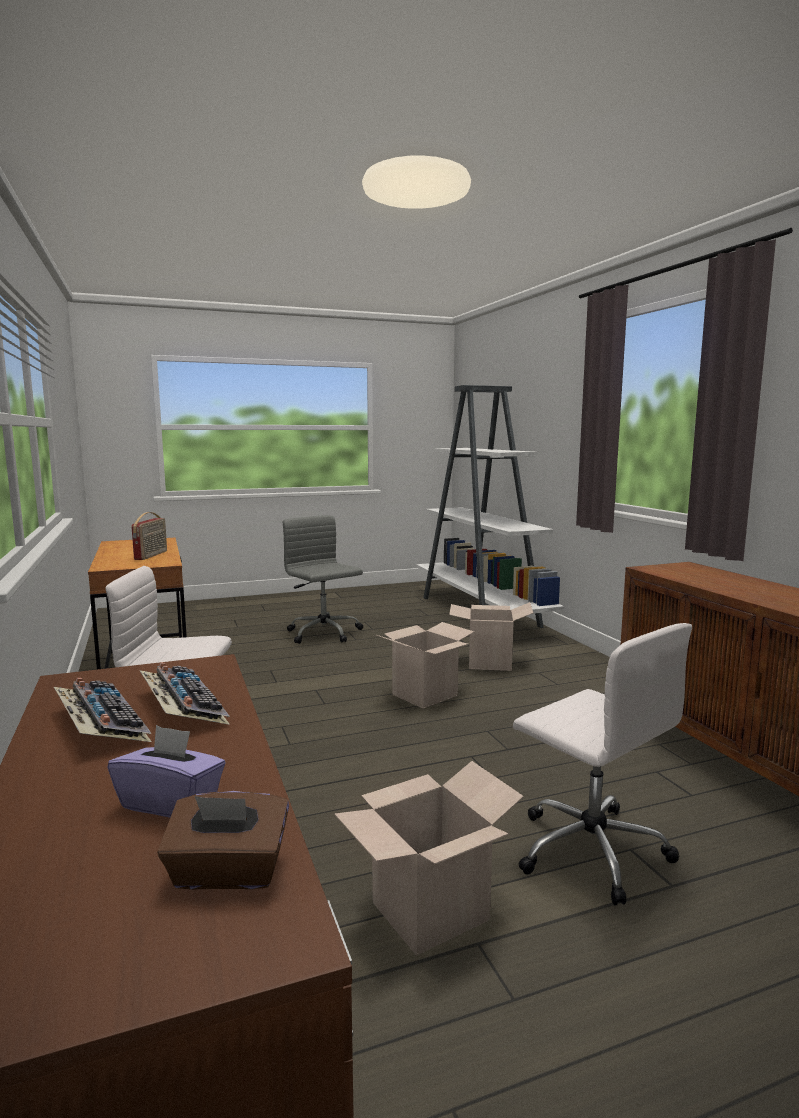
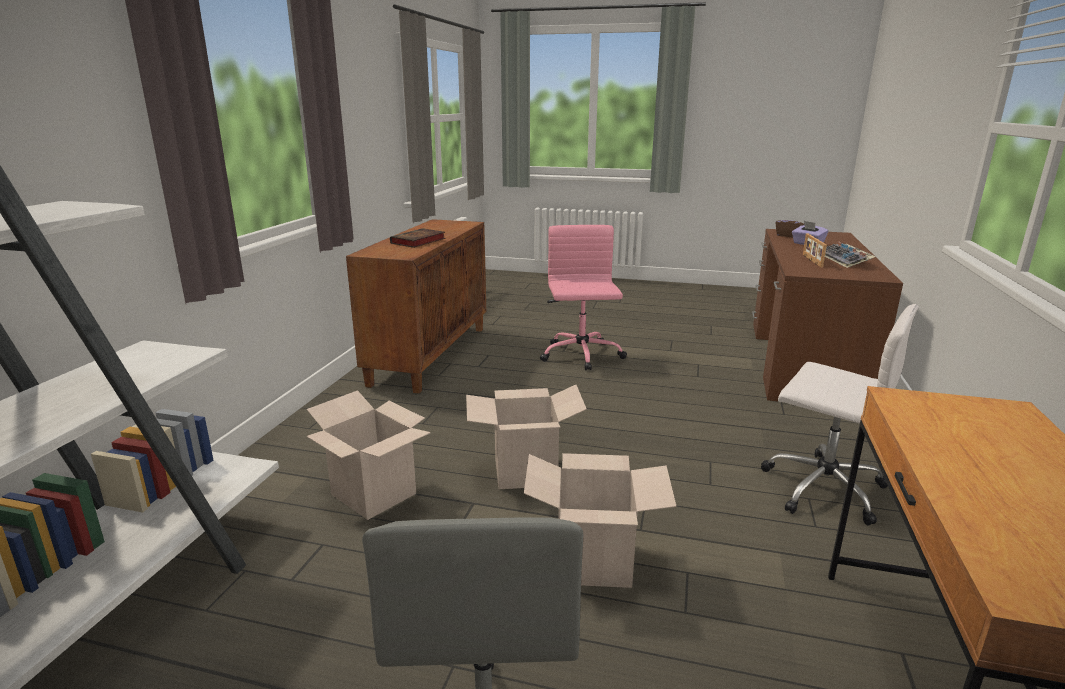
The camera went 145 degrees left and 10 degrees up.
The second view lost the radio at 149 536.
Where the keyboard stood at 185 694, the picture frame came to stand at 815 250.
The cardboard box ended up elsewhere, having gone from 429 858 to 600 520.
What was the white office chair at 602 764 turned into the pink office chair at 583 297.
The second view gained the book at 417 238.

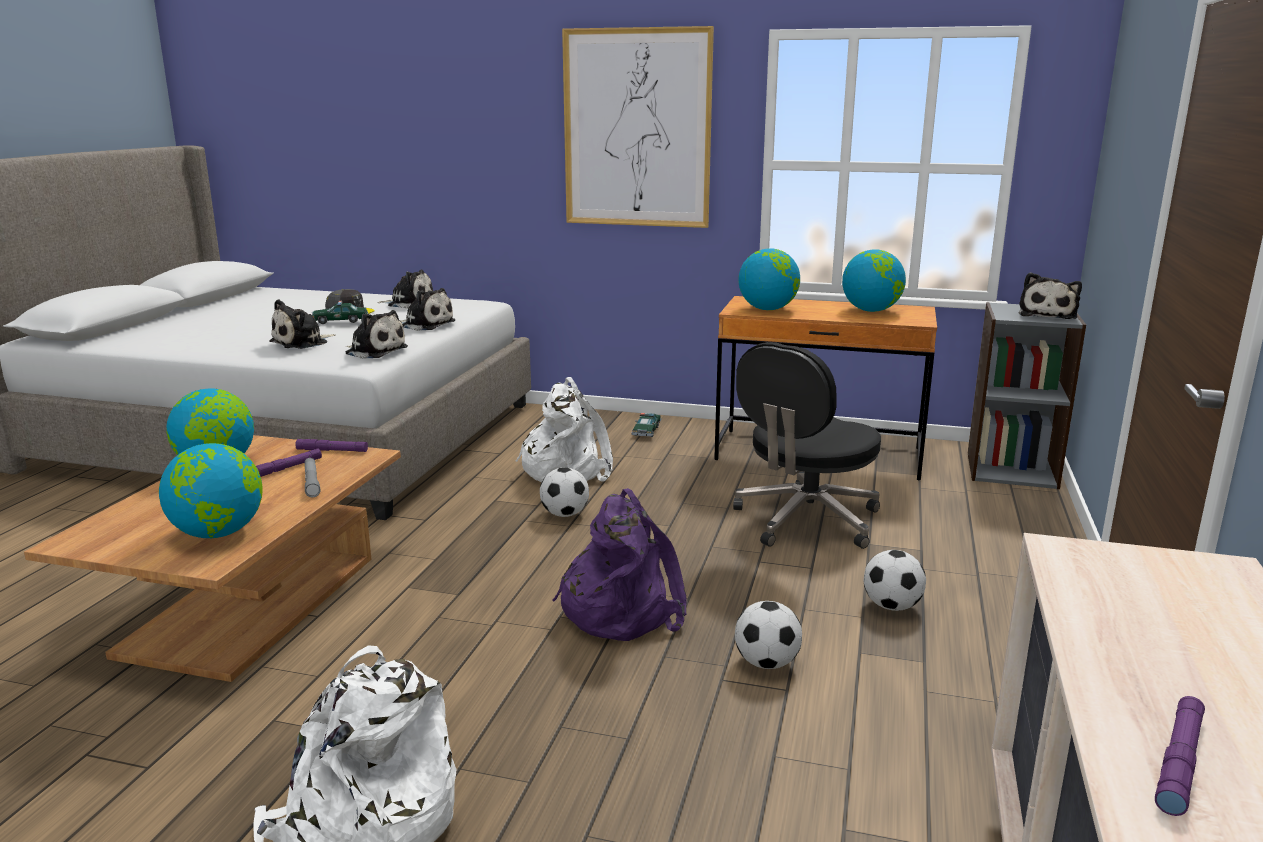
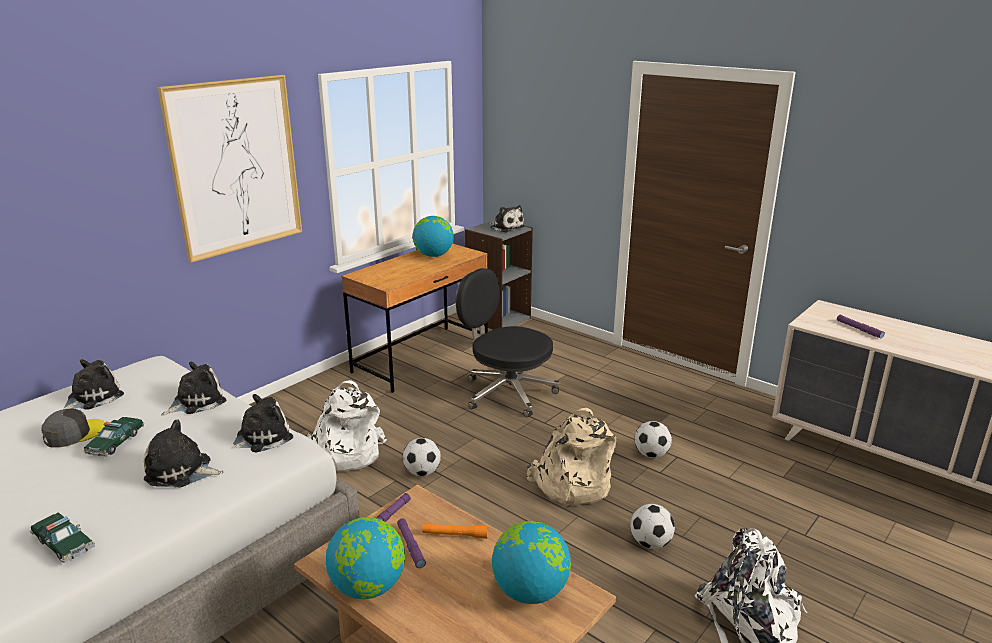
The camera went 65 degrees left and 5 degrees up.
The plush toy at 302 324 ended up facing another way, 120 degrees clockwise from before.
What was the grey flashlight at 312 477 turned into the orange flashlight at 455 531.
What was the purple backpack at 620 564 turned into the beige backpack at 571 456.
The toy car ended up elsewhere, having gone from 646 425 to 62 537.
The black office chair at 807 445 ended up facing another way, 150 degrees clockwise from before.
The second view lost the globe at 769 279.
The football ended up elsewhere, having gone from 895 580 to 652 526.
The purple flashlight ended up elsewhere, having gone from 1180 756 to 861 327.

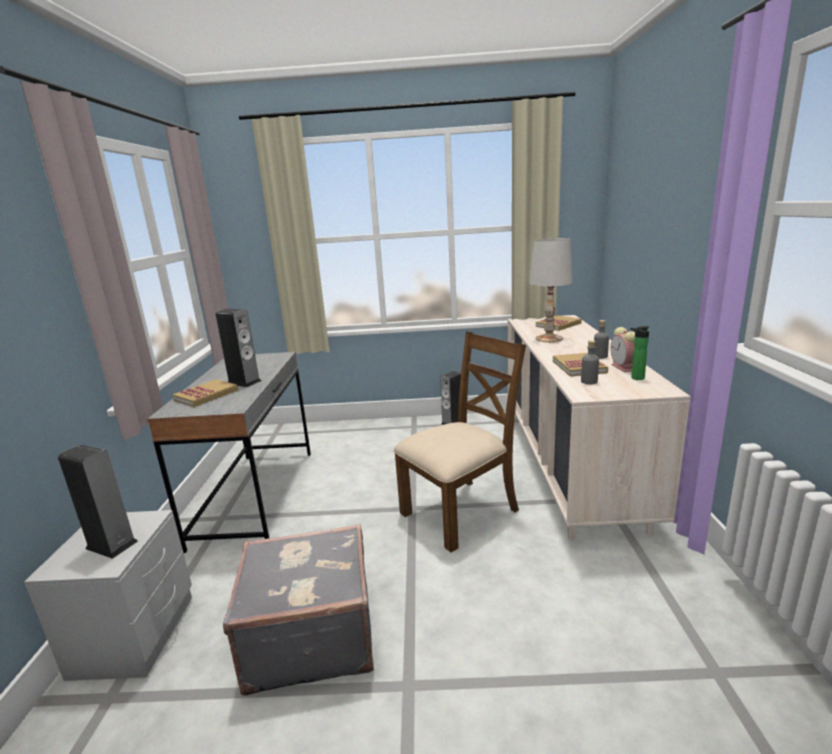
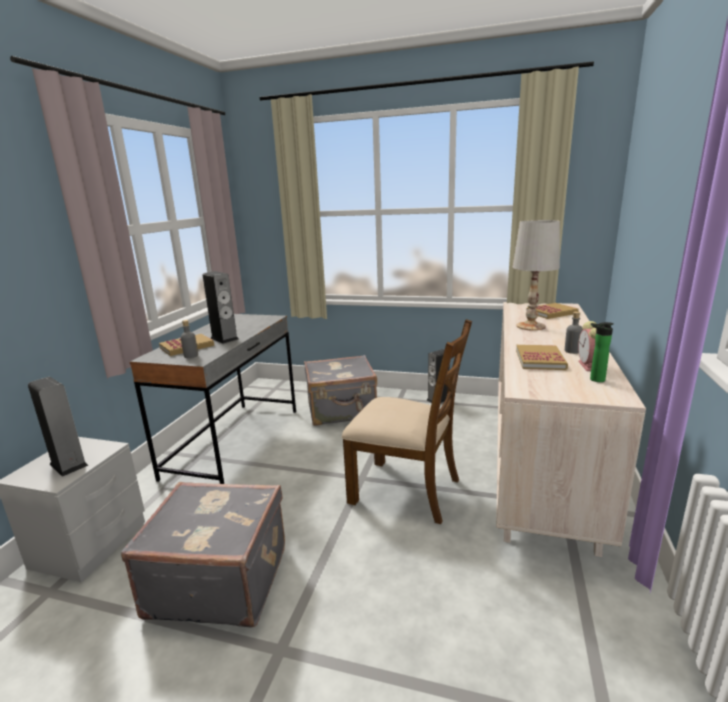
The camera went 15 degrees right and 0 degrees up.
The brown chair at 460 441 ended up facing another way, 45 degrees clockwise from before.
The grey bottle ended up elsewhere, having gone from 590 362 to 189 339.
The second view gained the grey suitcase at 340 390.

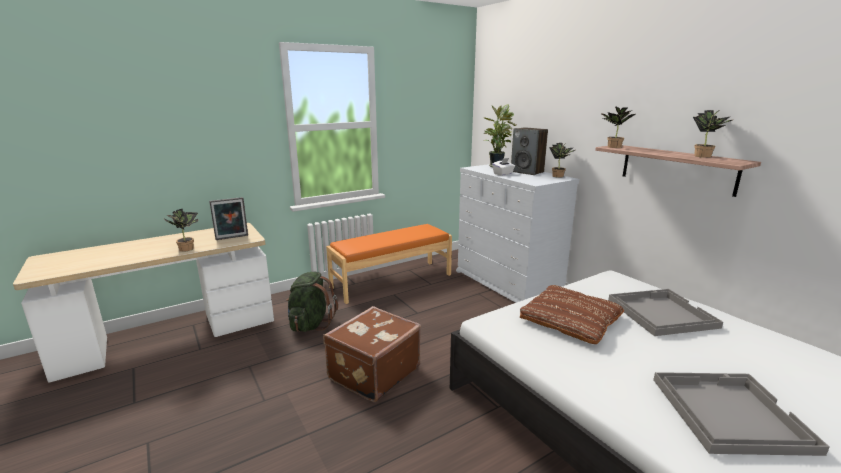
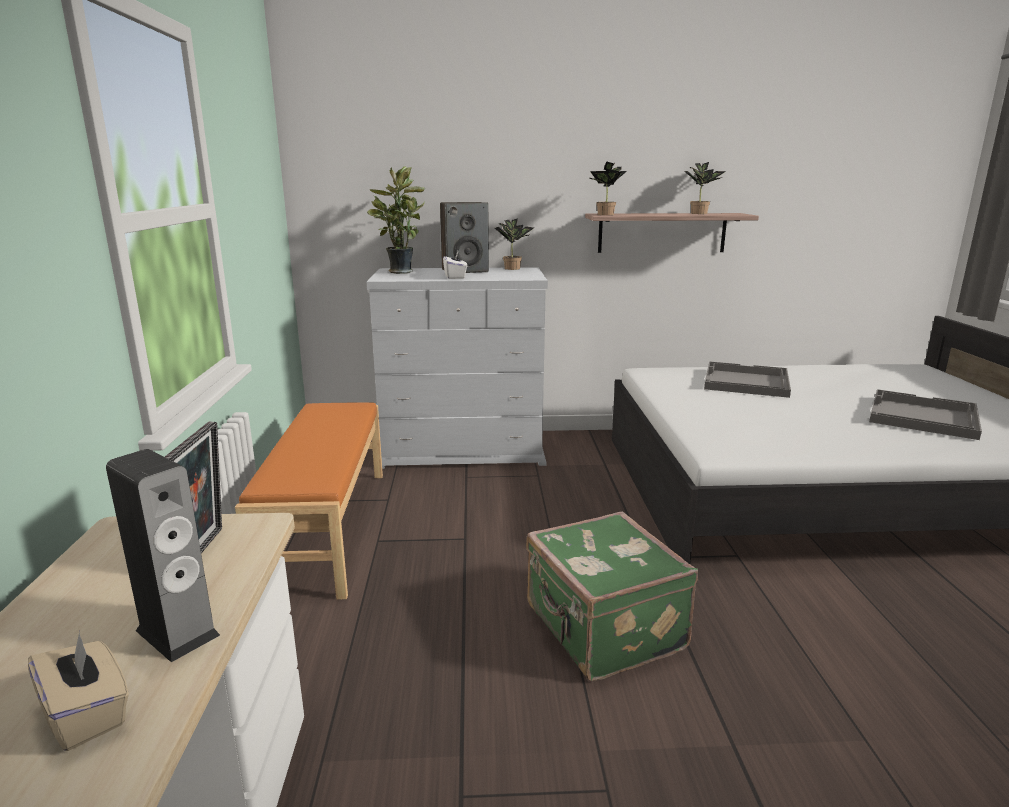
The camera went 60 degrees left and 0 degrees up.
Where the potted plant stood at 181 230, the speaker came to stand at 163 555.
The second view lost the green backpack at 312 302.
What was the brown suitcase at 372 354 turned into the green suitcase at 612 596.
The second view lost the brown pillow at 572 314.
The second view gained the beige tissue box at 78 691.

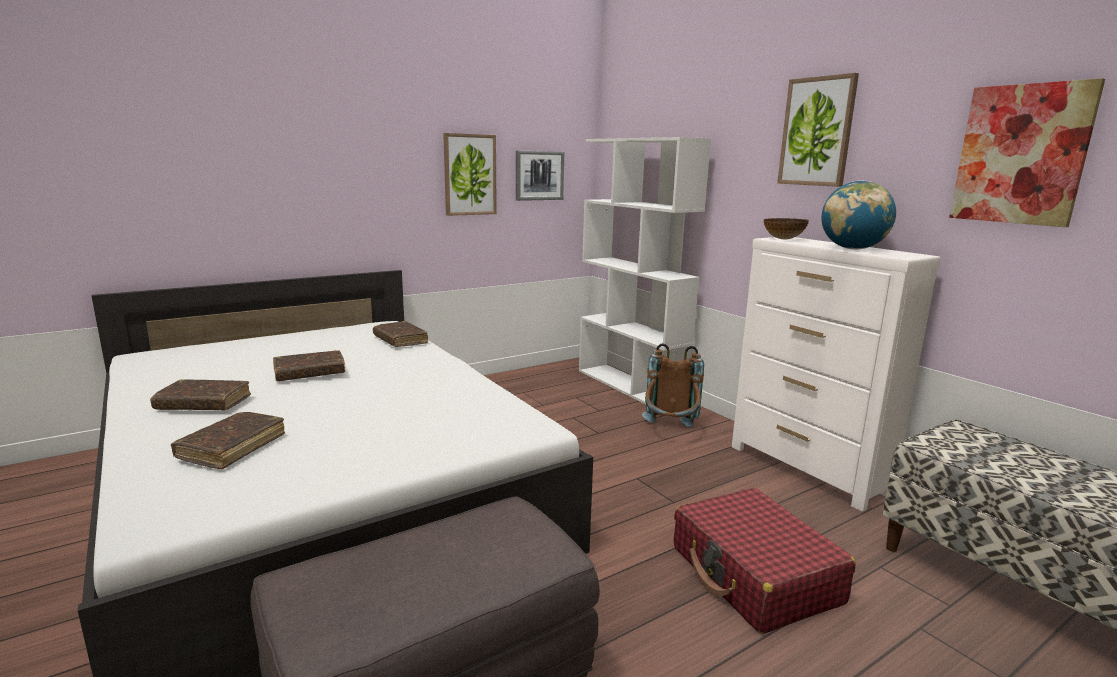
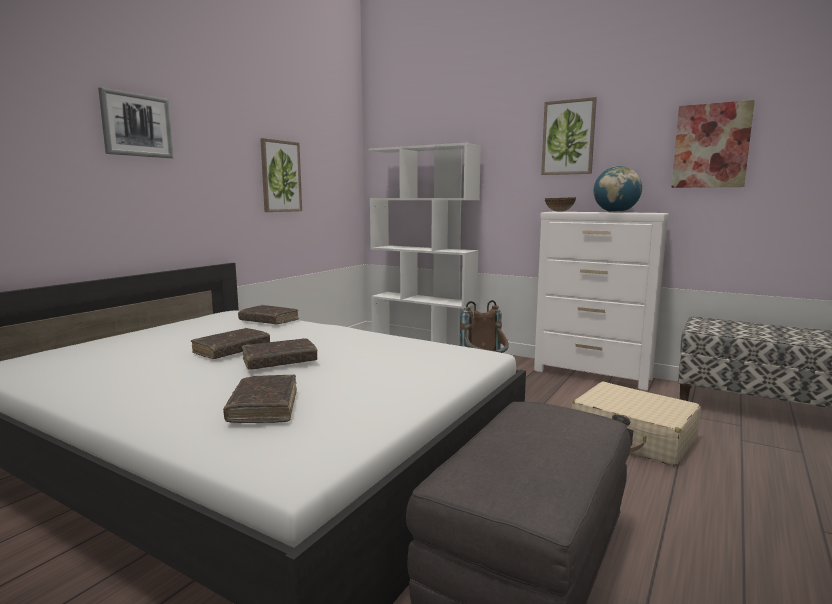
The camera went 25 degrees left and 5 degrees down.
The brown book ended up elsewhere, having gone from 200 394 to 280 354.
The picture ended up elsewhere, having gone from 540 176 to 135 122.
What was the red suitcase at 765 561 turned into the beige suitcase at 636 424.

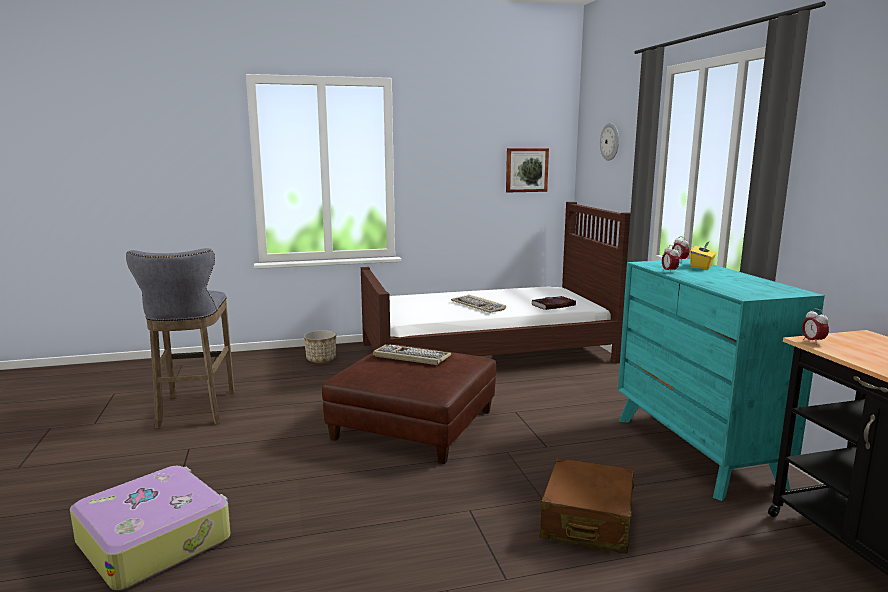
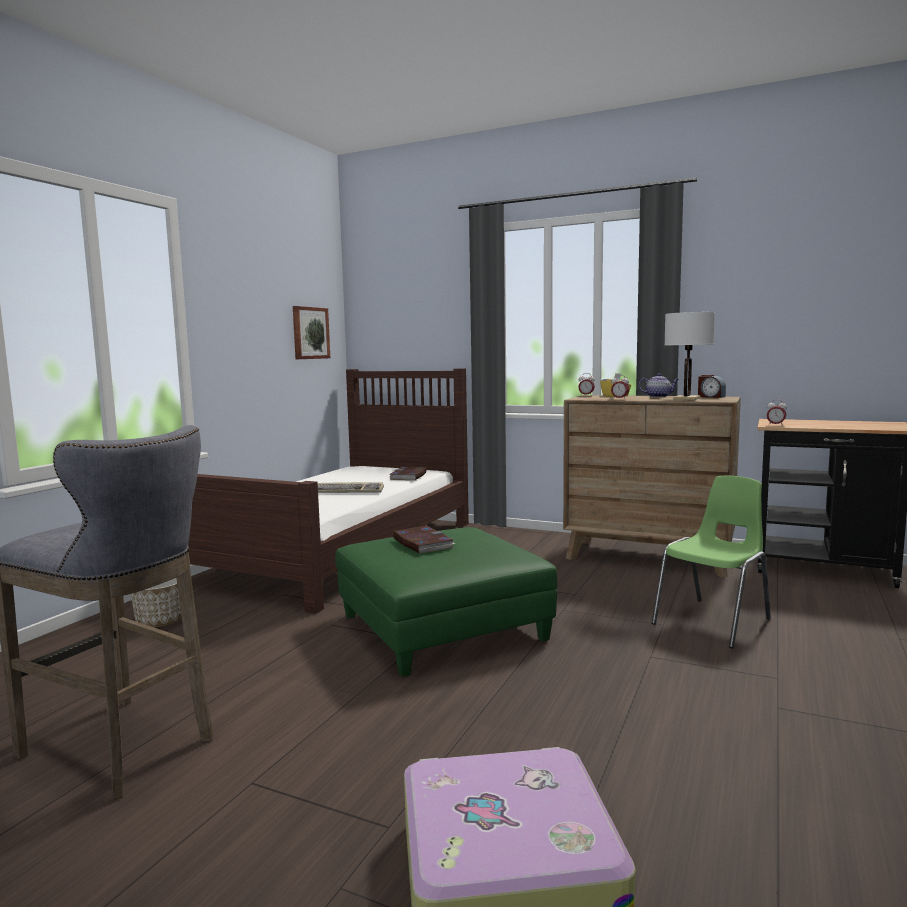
The camera went 50 degrees left and 5 degrees down.
What was the brown ottoman at 409 404 turned into the green ottoman at 446 602.
Where the keyboard stood at 412 354, the book came to stand at 424 539.
Where the brown suitcase stood at 587 506, the green chair came to stand at 711 562.
The second view lost the wall clock at 609 142.
What was the turquoise dresser at 721 380 turned into the brown dresser at 652 486.
The second view gained the teapot at 659 385.
The second view gained the white table lamp at 689 356.
The second view gained the alarm clock at 712 386.

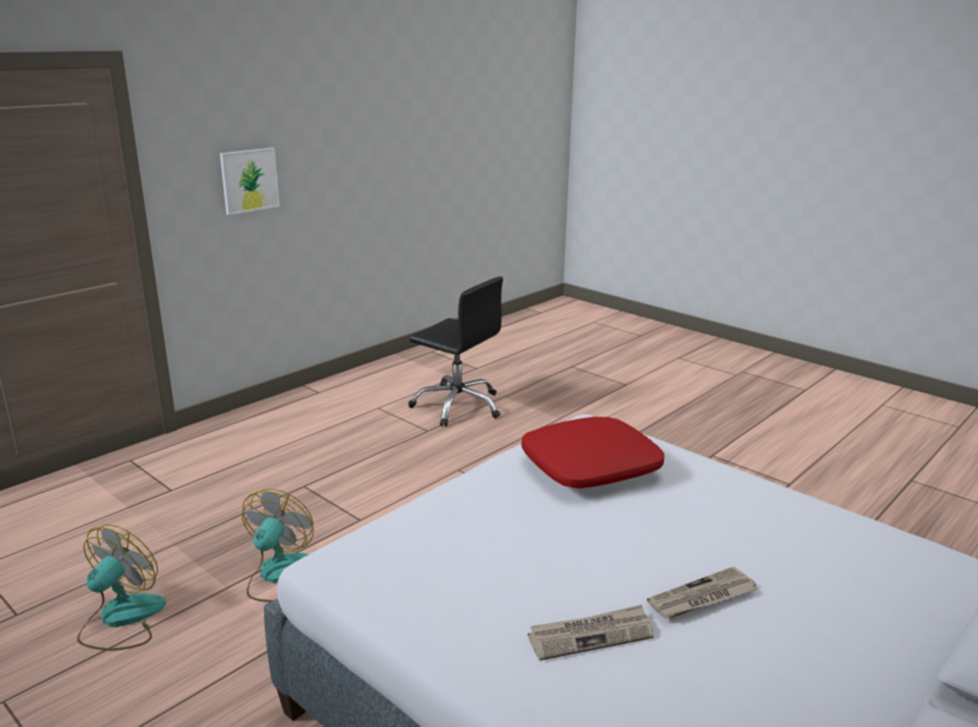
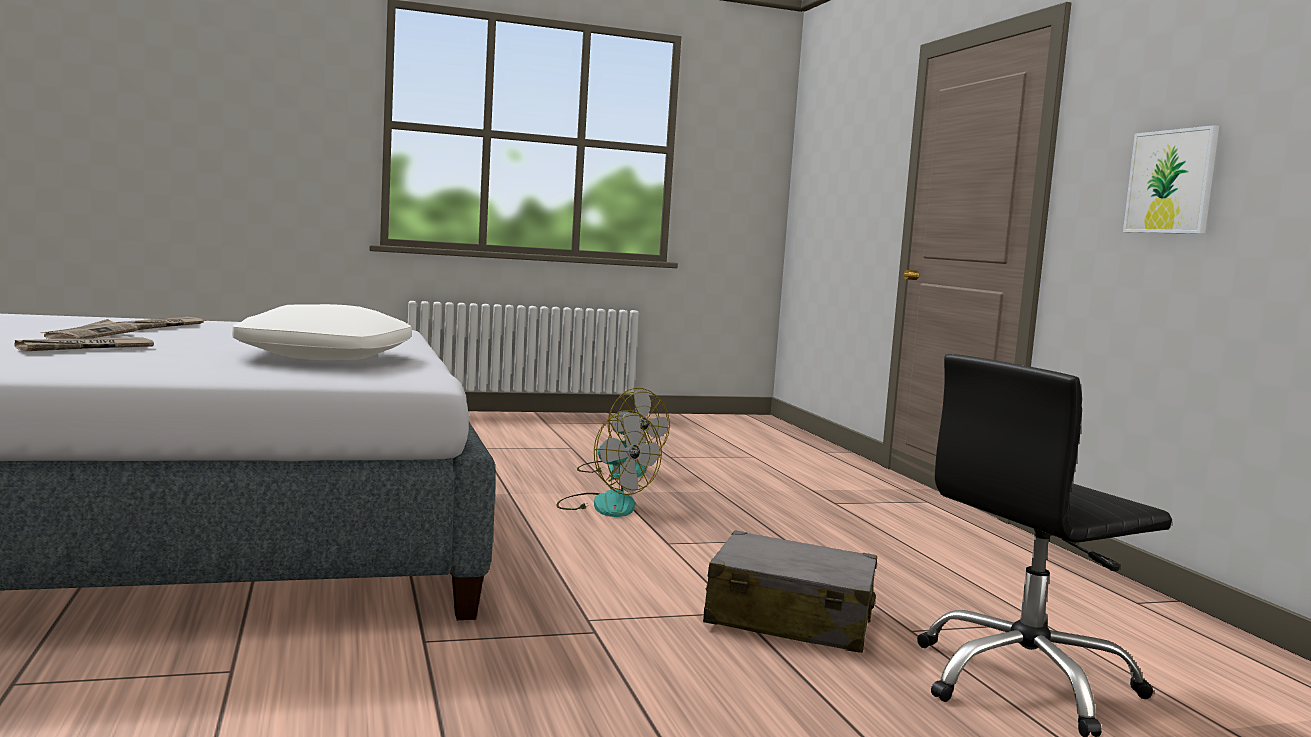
The camera went 120 degrees right and 15 degrees down.
What was the red pillow at 592 452 turned into the white pillow at 322 332.
The second view gained the newspaper at 84 344.
The second view gained the grey suitcase at 790 591.

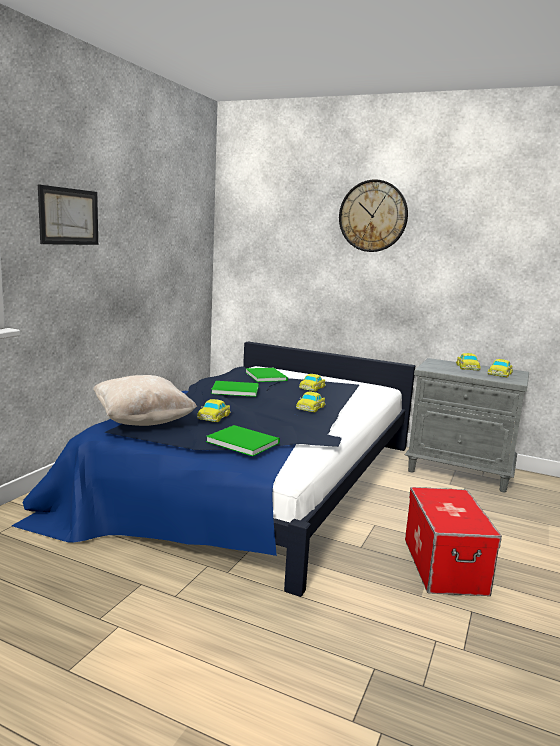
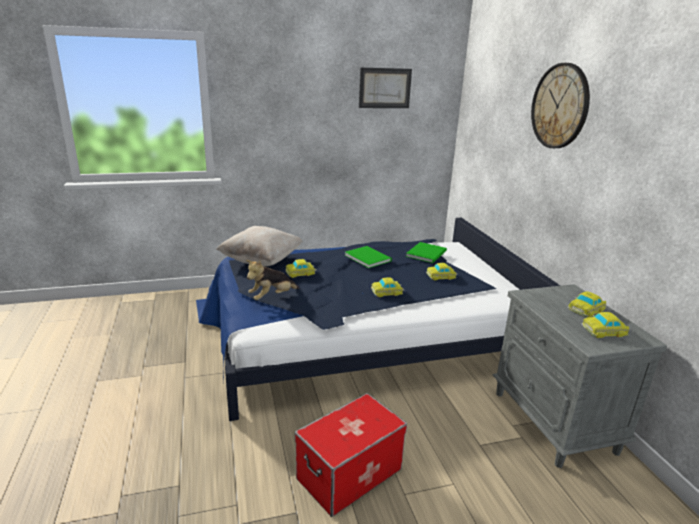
The camera went 50 degrees right and 10 degrees up.
The picture ended up elsewhere, having gone from 68 214 to 385 87.
Where the green book stood at 243 440, the plush toy came to stand at 272 280.

